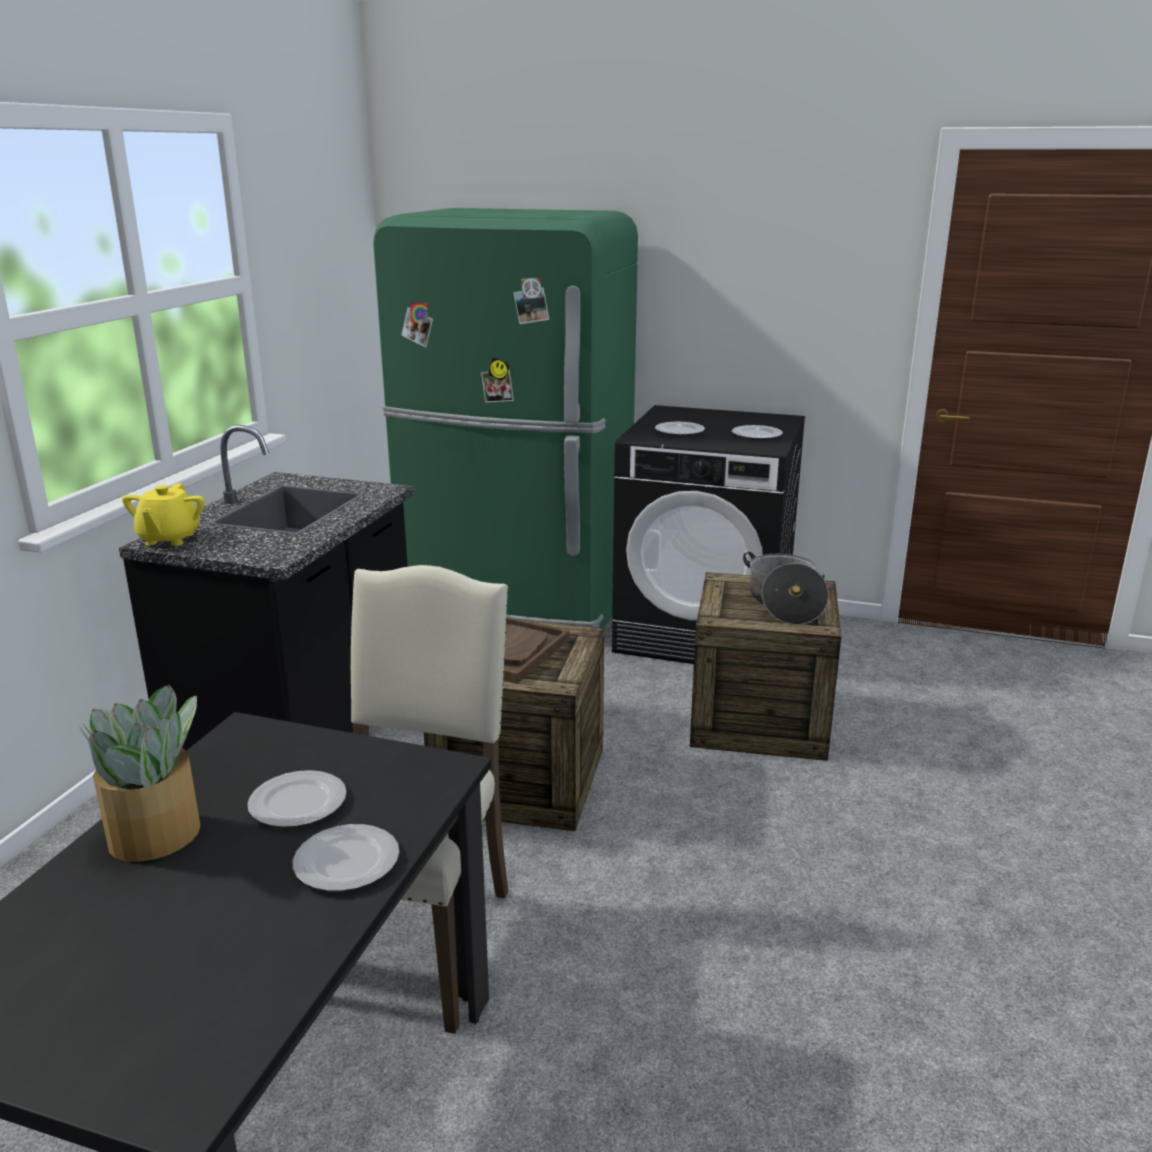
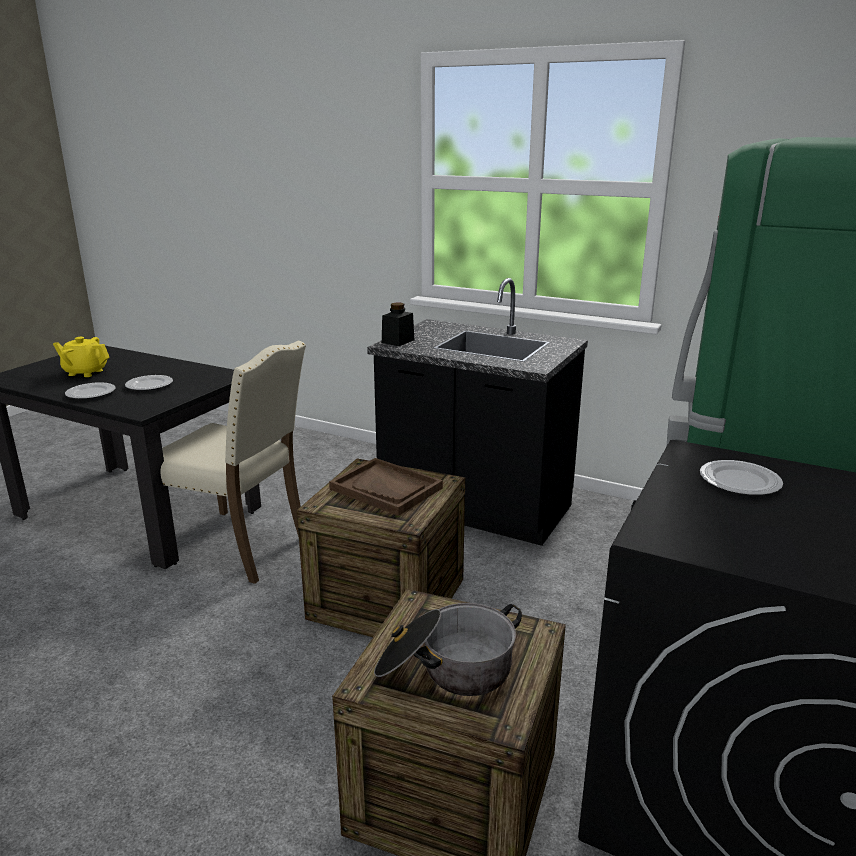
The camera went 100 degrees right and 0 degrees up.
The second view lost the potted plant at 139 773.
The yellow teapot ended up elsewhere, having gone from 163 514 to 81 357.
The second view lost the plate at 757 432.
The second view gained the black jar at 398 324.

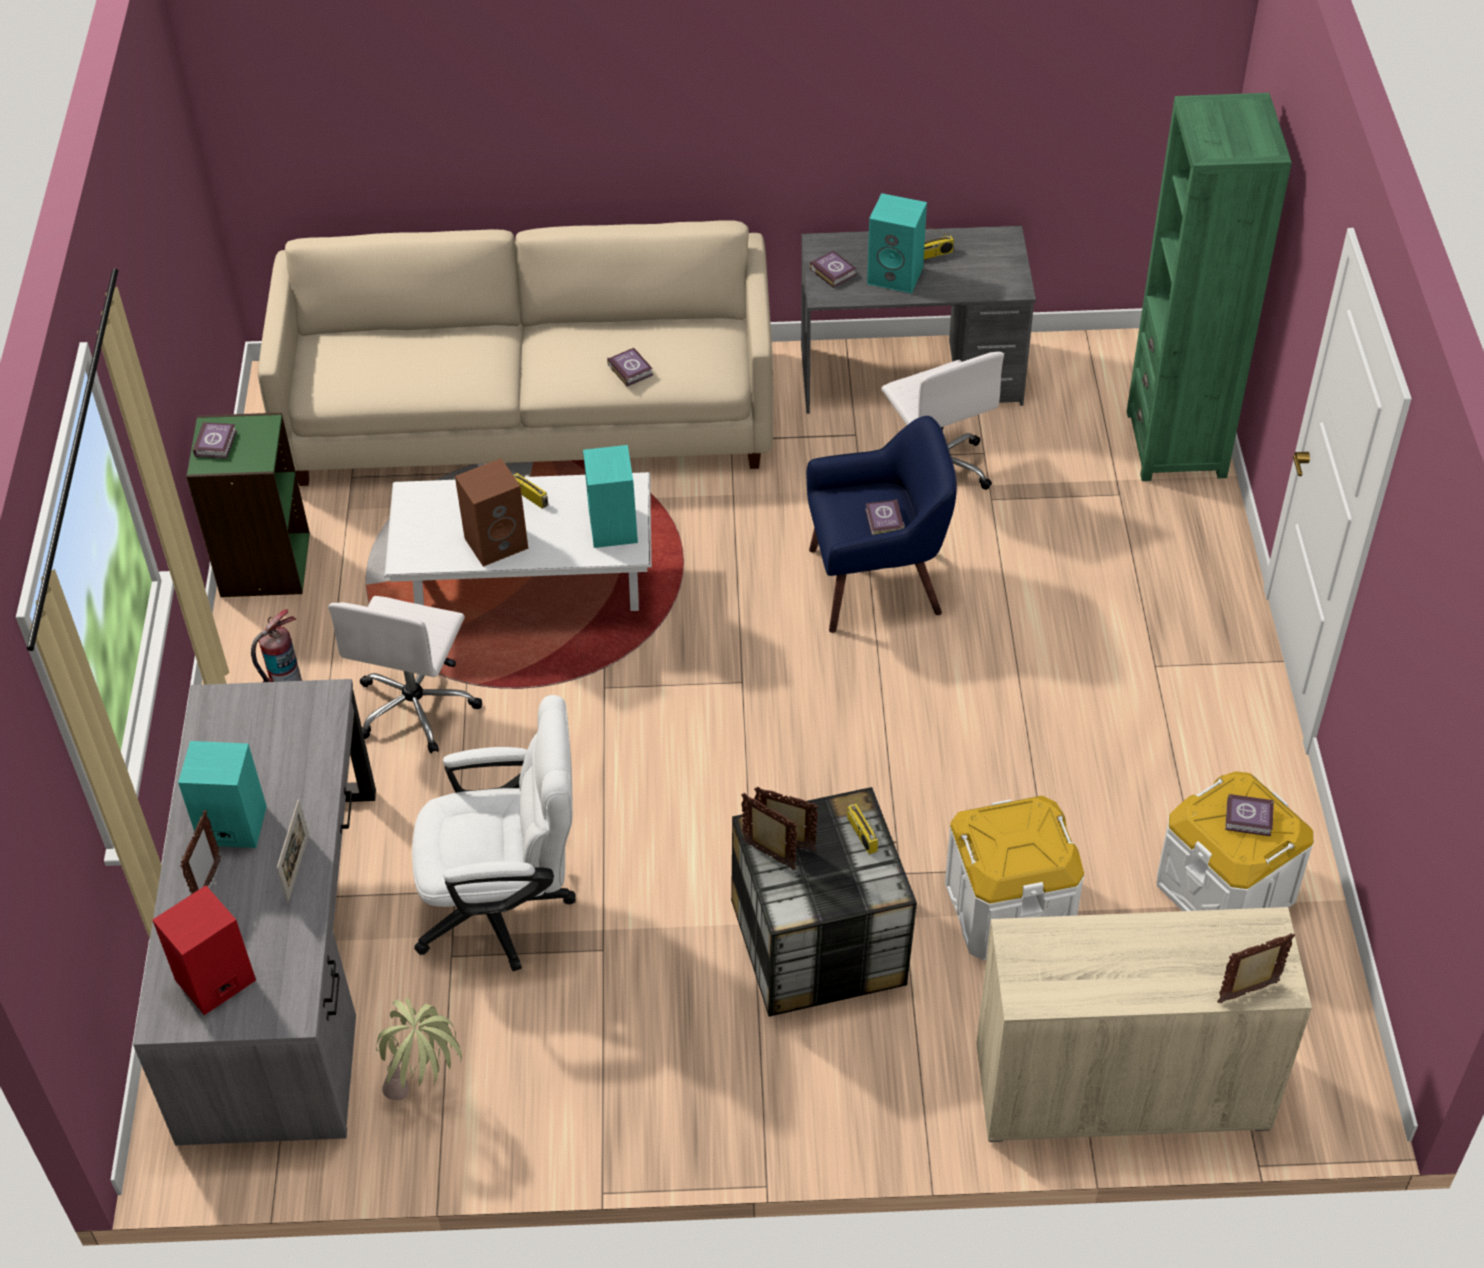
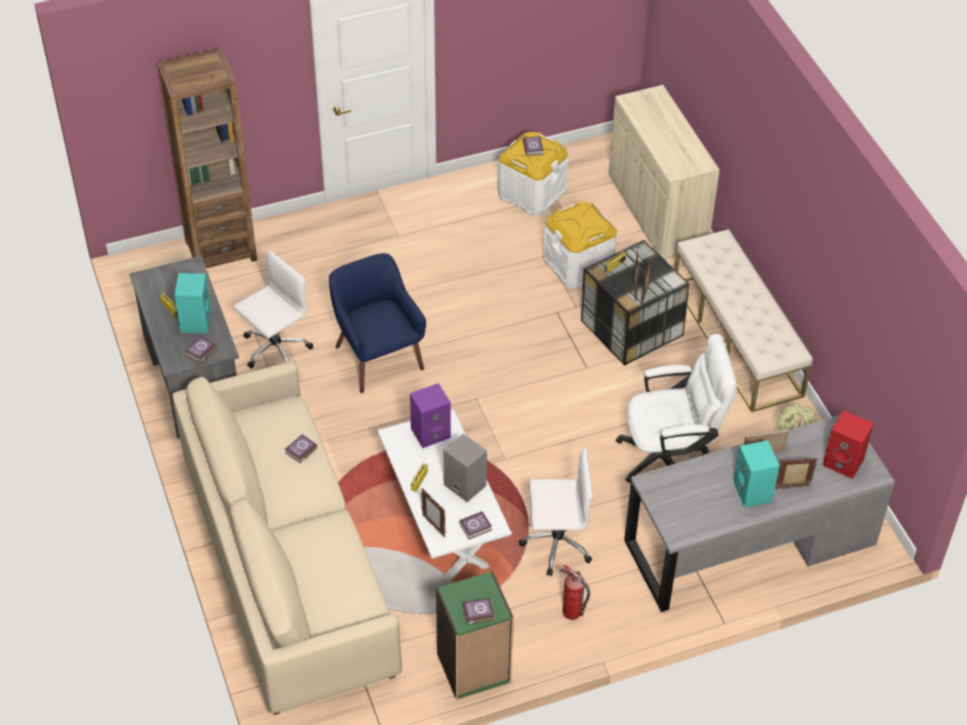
The camera went 110 degrees left and 0 degrees up.
The white office chair at 494 833 ended up facing another way, 105 degrees clockwise from before.
What was the brown speaker at 491 512 turned into the grey speaker at 465 468.
What was the turquoise speaker at 610 496 turned into the purple speaker at 430 415.
The book ended up elsewhere, having gone from 885 517 to 475 525.
What was the green bookcase at 1209 287 turned into the brown bookcase at 207 158.
The picture frame ended up elsewhere, having gone from 1256 968 to 433 512.
The second view gained the beige bench at 743 320.

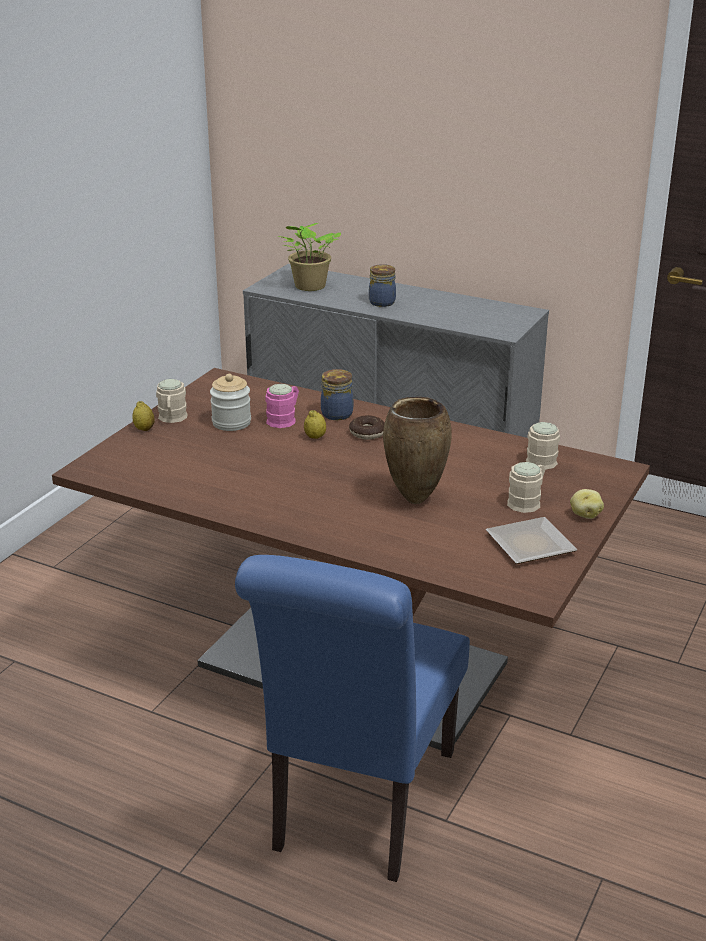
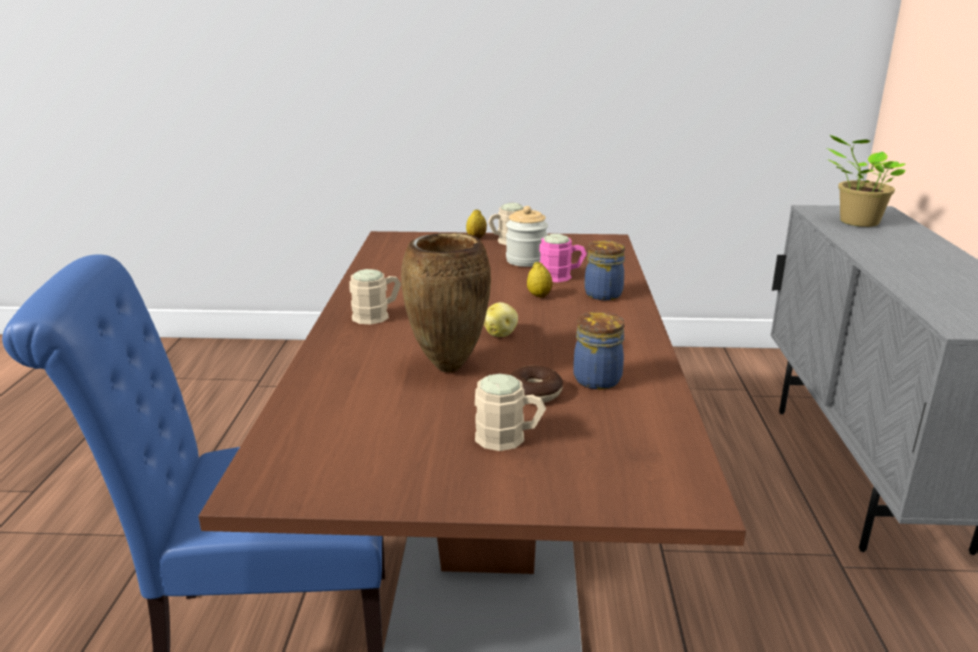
The camera went 65 degrees right and 5 degrees down.
The donut ended up elsewhere, having gone from 367 427 to 536 384.
The jar ended up elsewhere, having gone from 382 285 to 599 350.
The second view lost the plate at 531 540.
The beige mug ended up elsewhere, having gone from 543 446 to 375 296.
The potato ended up elsewhere, having gone from 587 504 to 501 319.

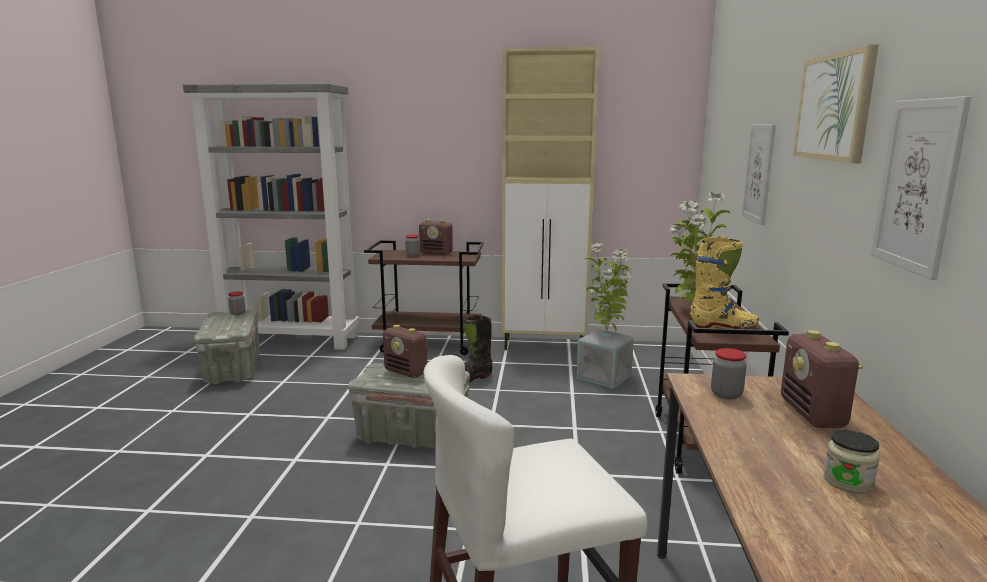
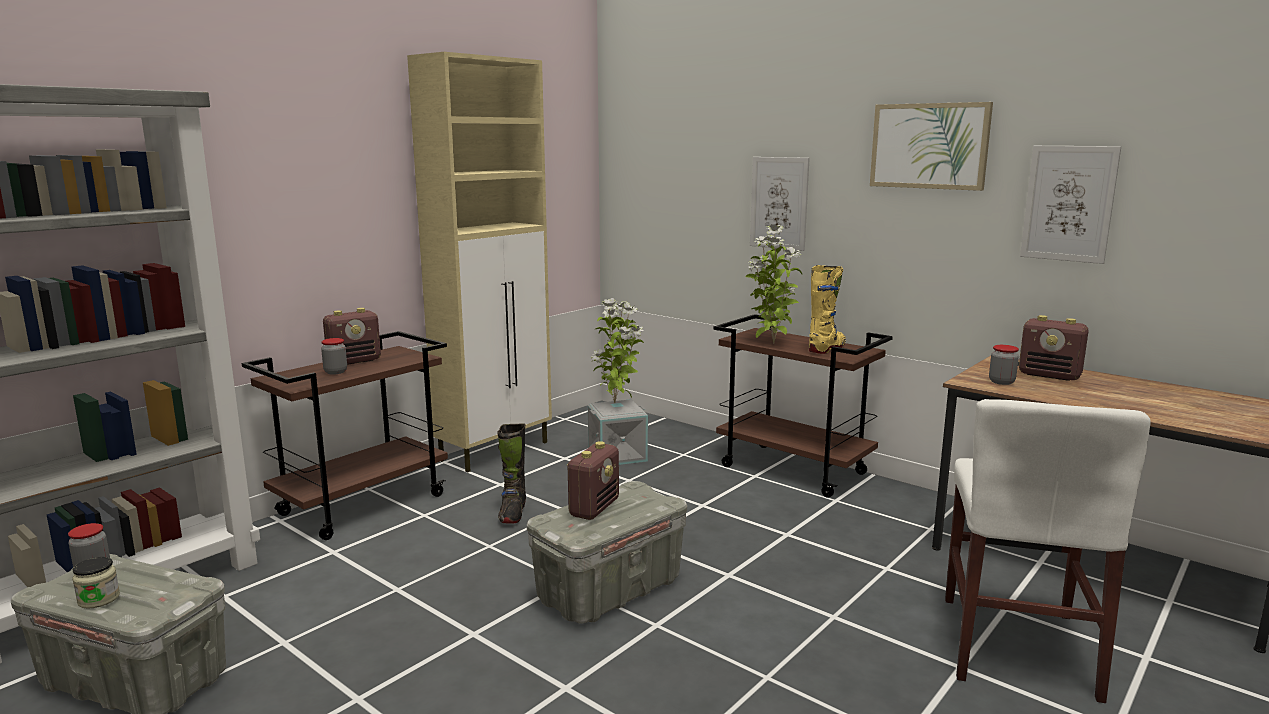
The camera went 55 degrees left and 0 degrees up.
The radio at 405 351 ended up facing another way, 45 degrees counterclockwise from before.
The jar ended up elsewhere, having gone from 851 462 to 96 583.

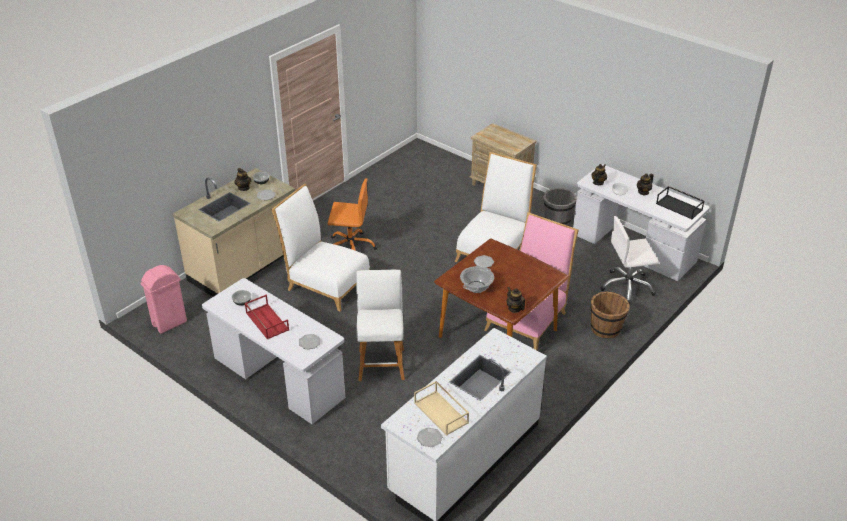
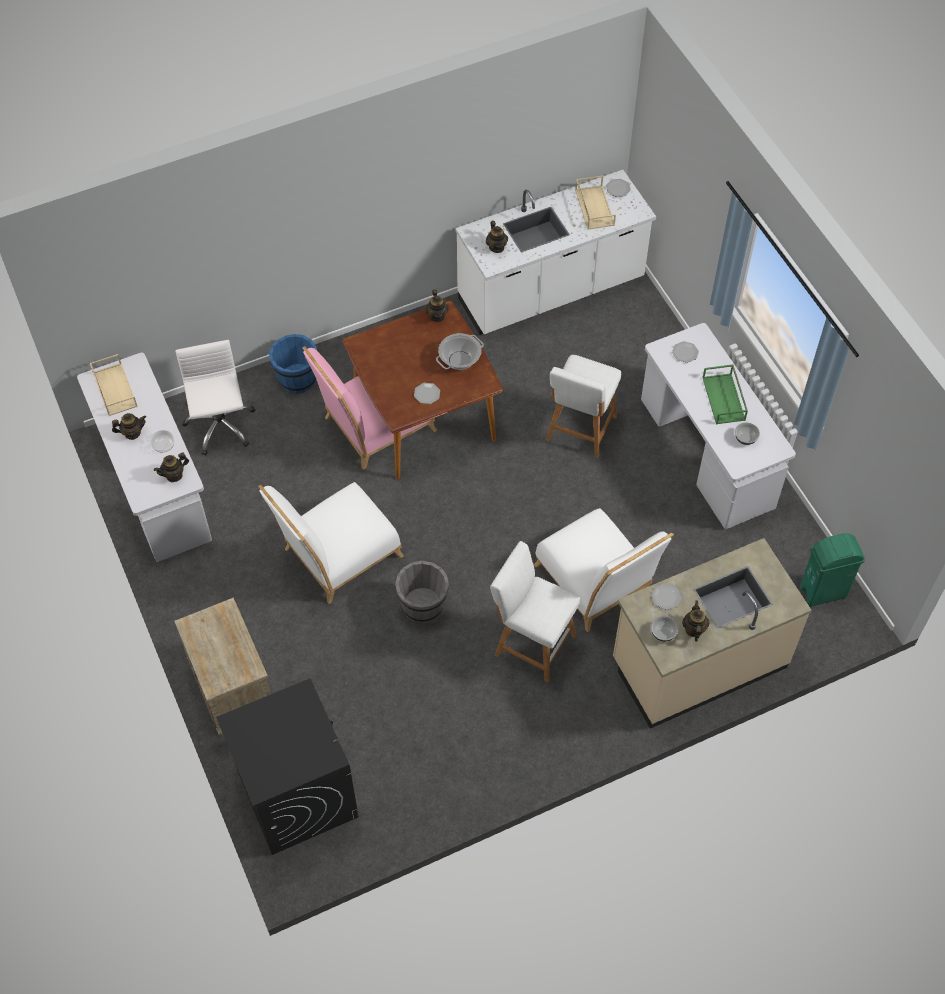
The camera went 155 degrees left and 20 degrees up.
What was the pink trash can at 164 299 turned into the green trash can at 832 570.
What was the red tray at 267 317 turned into the green tray at 725 394.
Where the orange office chair stood at 352 214, the white stool came to stand at 535 612.
The grey bucket ended up elsewhere, having gone from 560 207 to 422 592.
What was the brown bucket at 610 314 turned into the blue bucket at 293 364.
The white office chair at 629 260 ended up facing another way, 120 degrees counterclockwise from before.
What was the black tray at 680 202 turned into the beige tray at 114 385.
The second view gained the black washing machine at 287 767.
The second view gained the teapot at 497 237.

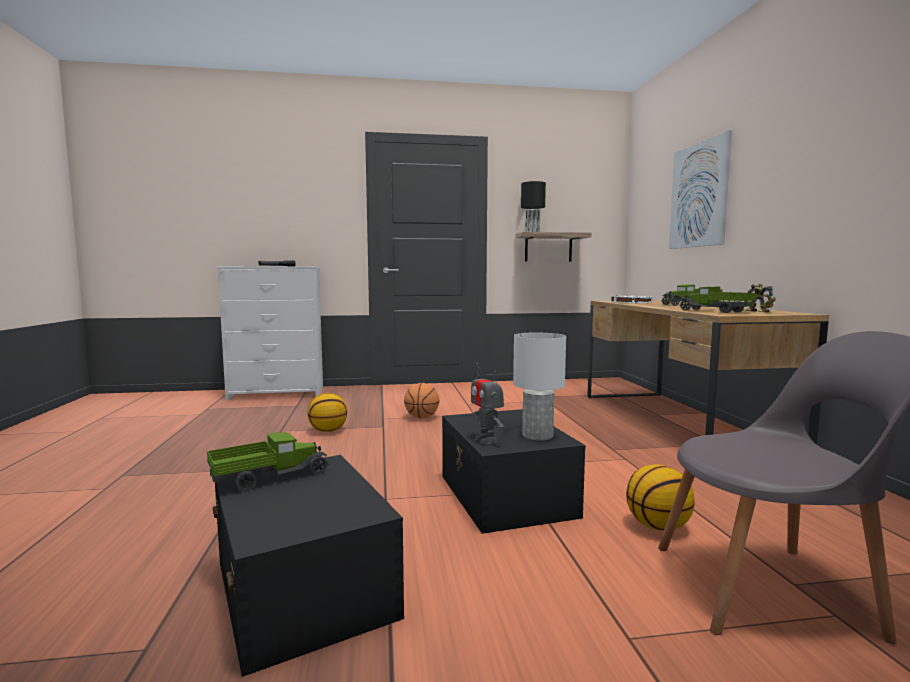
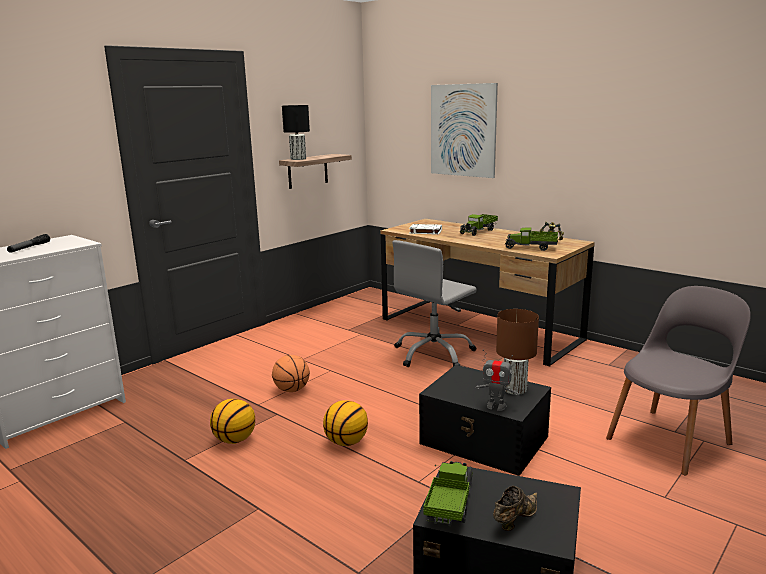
The camera went 40 degrees left and 10 degrees up.
What was the white table lamp at 539 387 turned into the brown table lamp at 517 352.
The basketball ended up elsewhere, having gone from 660 497 to 345 423.
The second view gained the grey office chair at 434 303.
The second view gained the brown shoe at 515 508.

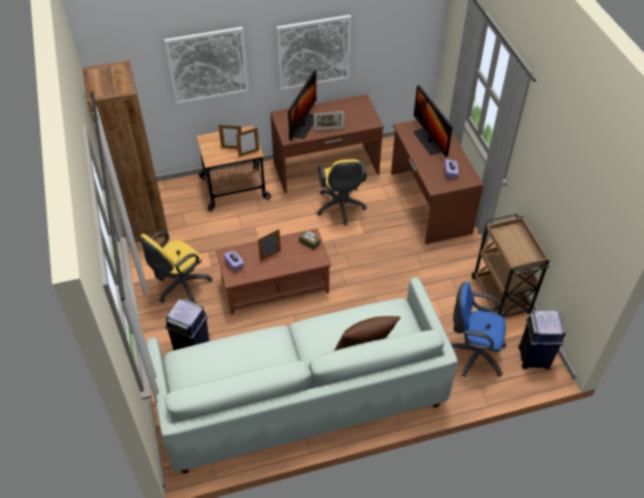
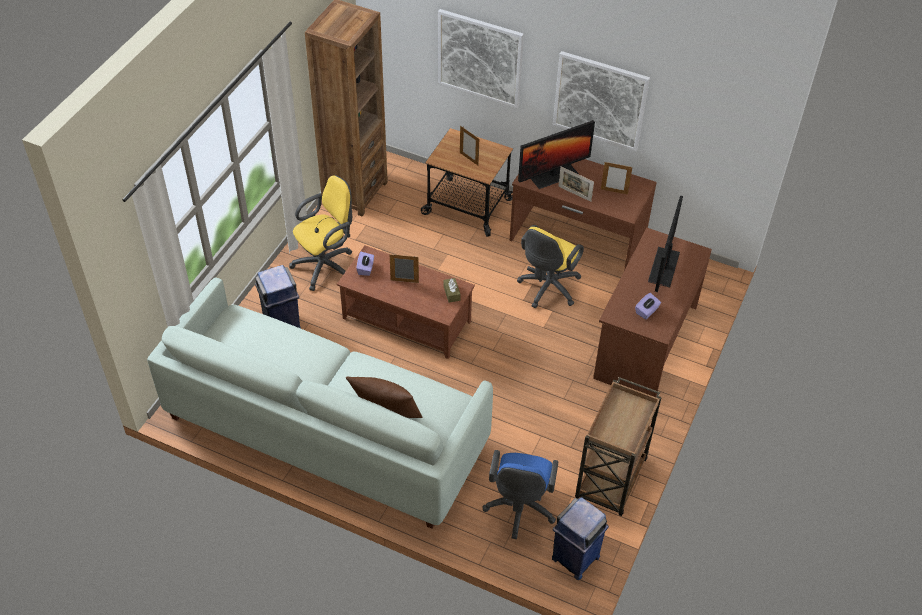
The camera went 40 degrees right and 0 degrees up.
The yellow office chair at 176 267 ended up facing another way, 150 degrees clockwise from before.
The picture frame ended up elsewhere, having gone from 247 142 to 616 178.
The blue office chair at 479 329 ended up facing another way, 135 degrees counterclockwise from before.

